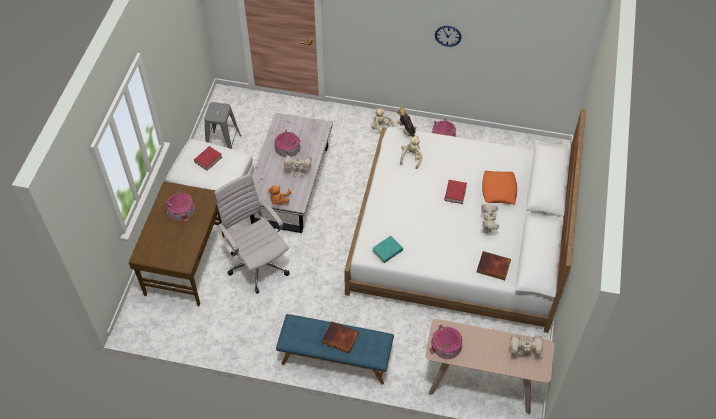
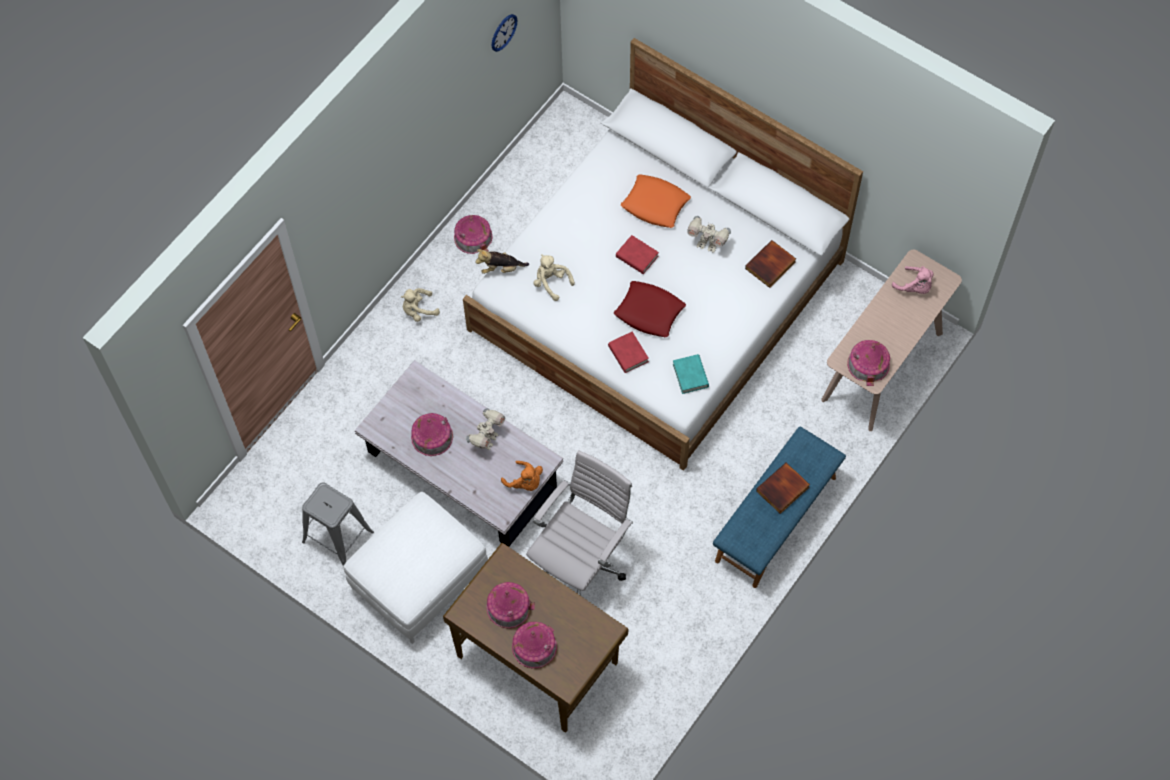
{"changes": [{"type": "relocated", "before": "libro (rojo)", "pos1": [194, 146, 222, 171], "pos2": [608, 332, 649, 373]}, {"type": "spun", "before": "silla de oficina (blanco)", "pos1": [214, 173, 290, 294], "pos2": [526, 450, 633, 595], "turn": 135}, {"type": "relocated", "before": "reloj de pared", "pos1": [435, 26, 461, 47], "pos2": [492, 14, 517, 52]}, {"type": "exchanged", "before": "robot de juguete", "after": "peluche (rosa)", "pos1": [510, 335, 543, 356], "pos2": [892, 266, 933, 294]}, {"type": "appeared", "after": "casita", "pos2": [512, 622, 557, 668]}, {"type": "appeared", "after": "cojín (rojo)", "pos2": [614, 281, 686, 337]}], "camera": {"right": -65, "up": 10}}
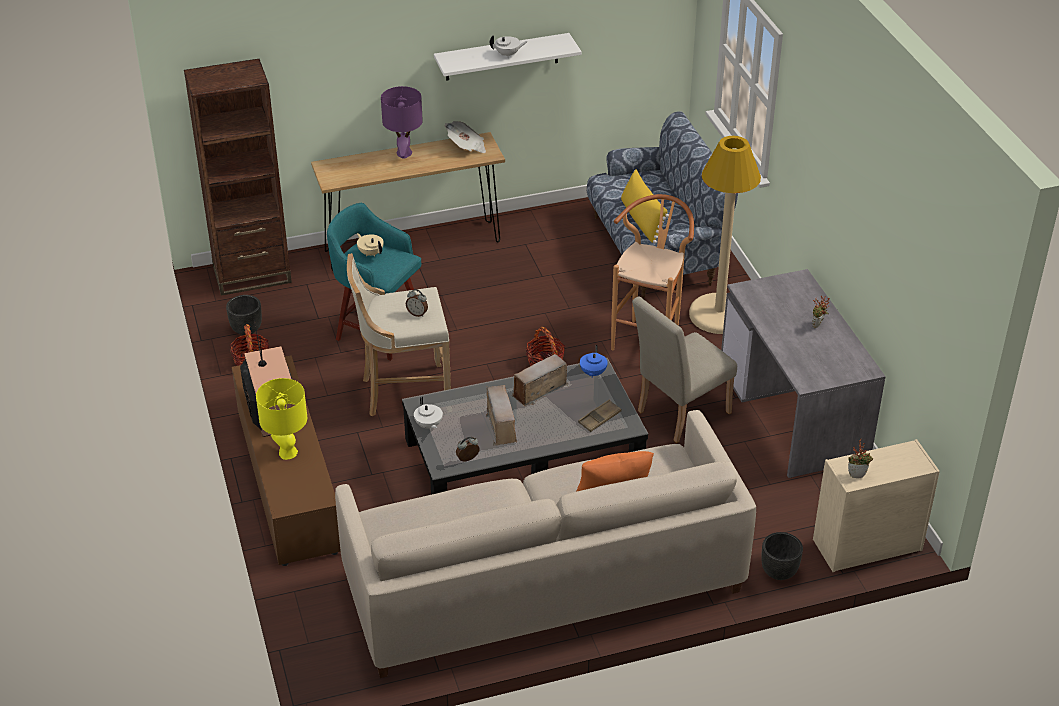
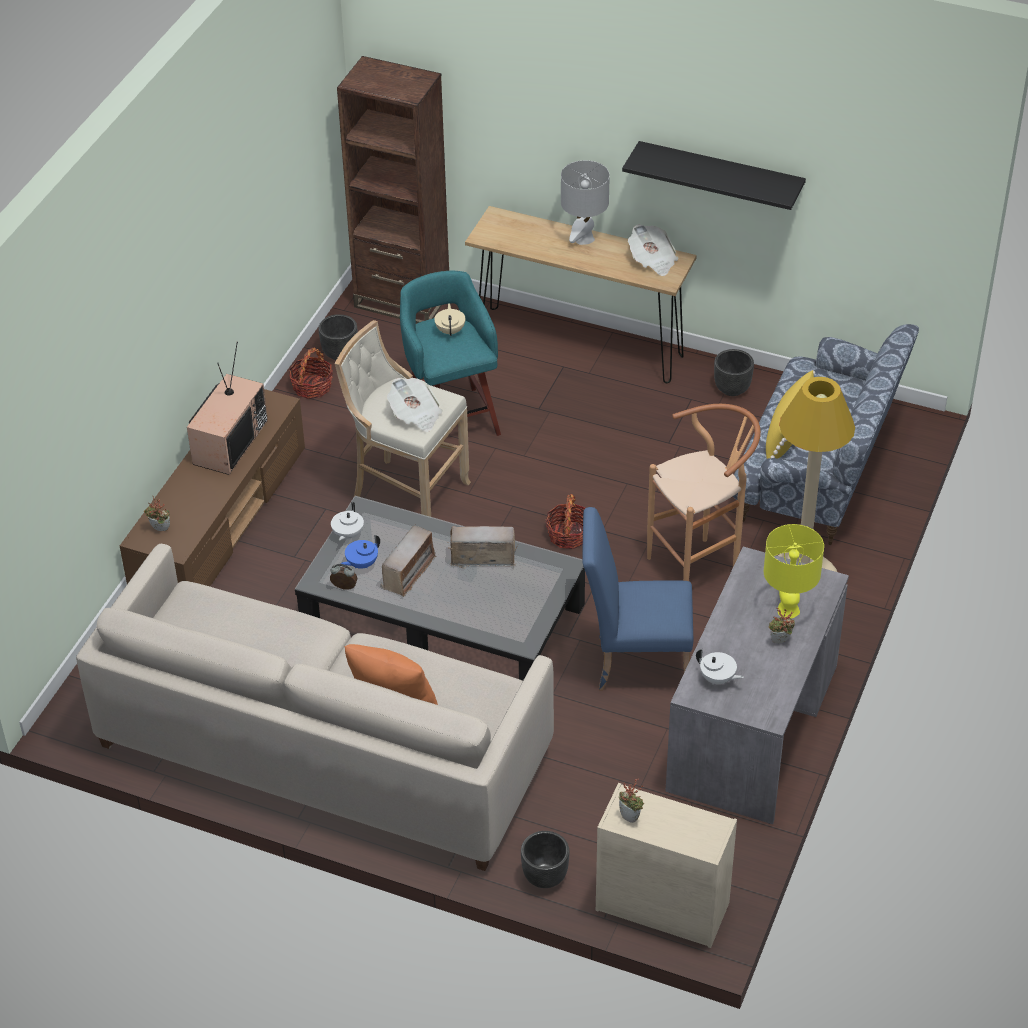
{"changes": [{"type": "relocated", "before": "lámpara de mesa (amarillo)", "pos1": [256, 378, 307, 460], "pos2": [764, 524, 824, 619]}, {"type": "colour", "before": "lámpara de mesa (morado)", "after": "lámpara de mesa (gris)", "pos1": [381, 86, 423, 158], "pos2": [561, 160, 610, 245]}, {"type": "exchanged", "before": "despertador", "after": "periódico", "pos1": [406, 289, 428, 317], "pos2": [387, 378, 443, 432]}, {"type": "colour", "before": "estante (blanco)", "after": "estante (negro)", "pos1": [434, 33, 582, 80], "pos2": [622, 141, 806, 210]}, {"type": "relocated", "before": "tetera (blanco)", "pos1": [490, 35, 528, 56], "pos2": [696, 649, 744, 685]}, {"type": "missing", "before": "bandeja (marrón)", "pos1": [578, 400, 622, 432]}, {"type": "relocated", "before": "tetera (azul)", "pos1": [580, 345, 608, 378], "pos2": [340, 535, 380, 569]}, {"type": "colour", "before": "silla (beis)", "after": "silla (azul)", "pos1": [632, 296, 737, 443], "pos2": [582, 507, 693, 690]}, {"type": "appeared", "after": "planta en maceta", "pos2": [144, 496, 170, 531]}, {"type": "appeared", "after": "maceta (negro)", "pos2": [714, 349, 754, 396]}], "camera": {"right": 40, "up": 5}}
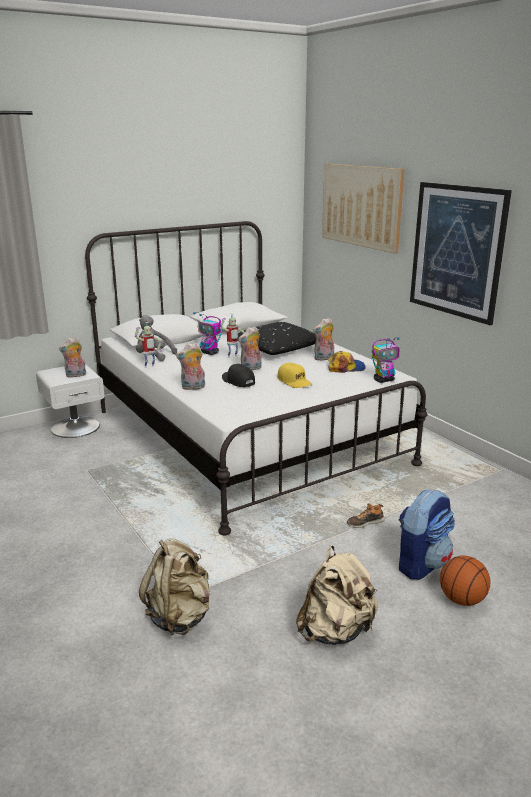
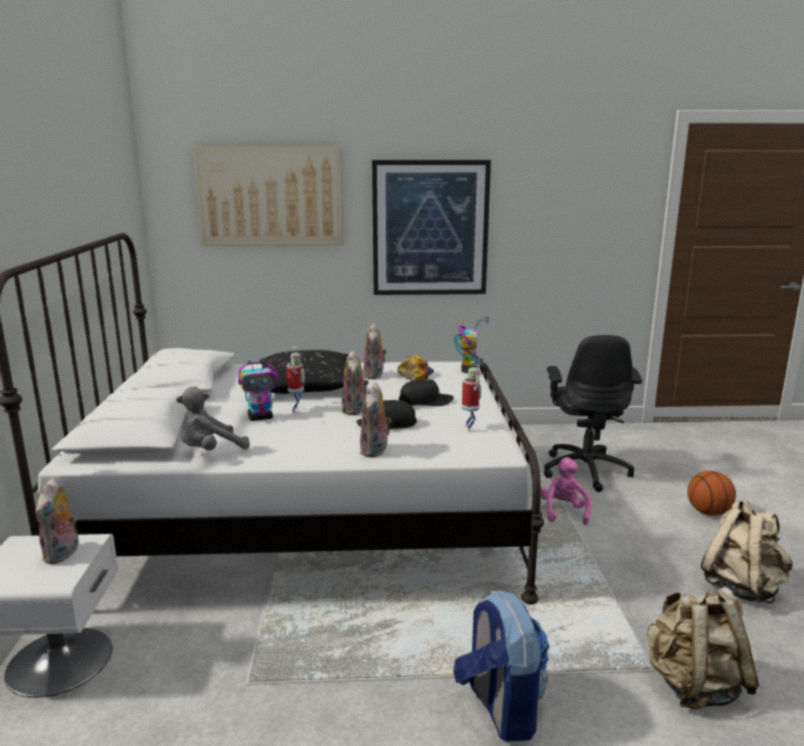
{"changes": [{"type": "relocated", "before": "robot de juguete", "pos1": [135, 322, 162, 368], "pos2": [462, 362, 482, 432]}, {"type": "colour", "before": "gorra (amarillo)", "after": "gorra (negro)", "pos1": [277, 363, 312, 388], "pos2": [399, 379, 454, 406]}, {"type": "exchanged", "before": "zapato", "after": "peluche (rosa)", "pos1": [347, 503, 385, 528], "pos2": [541, 457, 592, 525]}, {"type": "relocated", "before": "mochila", "pos1": [399, 489, 455, 580], "pos2": [453, 591, 550, 742]}, {"type": "appeared", "after": "silla de oficina (negro)", "pos2": [544, 335, 642, 492]}], "camera": {"right": -60, "up": -5}}
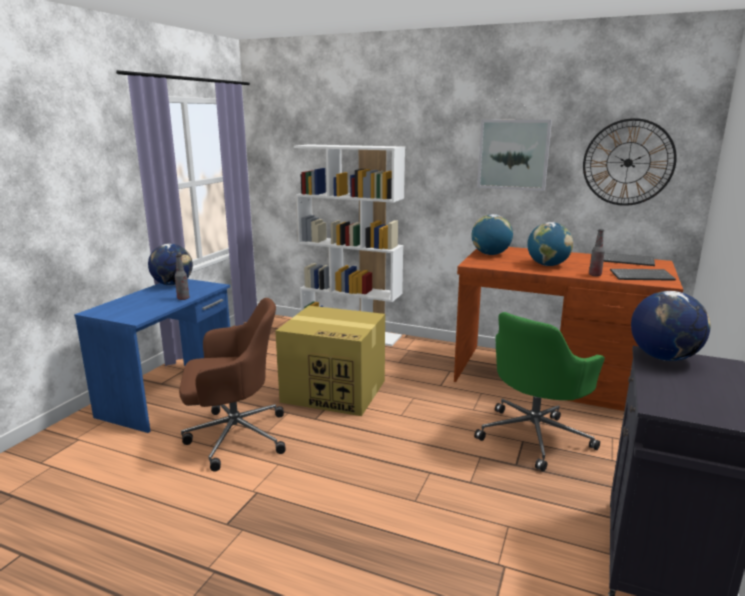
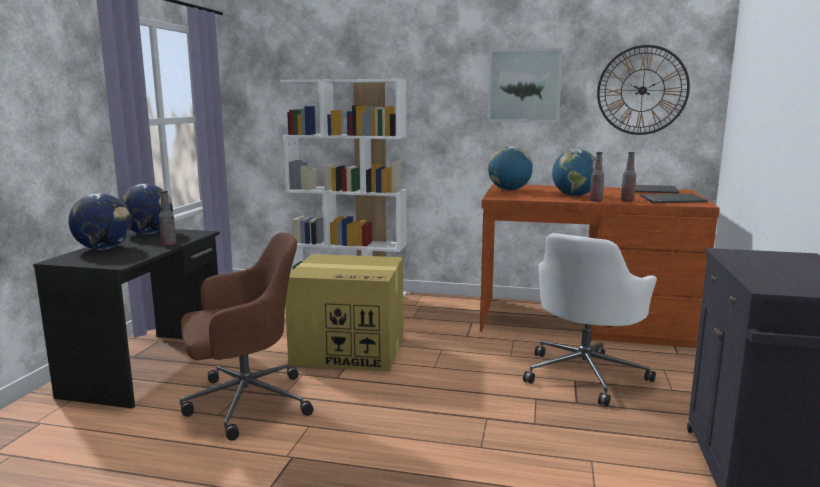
{"changes": [{"type": "colour", "before": "escritorio (azul)", "after": "escritorio (negro)", "pos1": [74, 279, 230, 433], "pos2": [33, 229, 220, 409]}, {"type": "colour", "before": "silla de oficina (verde)", "after": "silla de oficina (blanco)", "pos1": [474, 312, 605, 472], "pos2": [523, 233, 657, 406]}, {"type": "relocated", "before": "globo terráqueo", "pos1": [631, 291, 711, 361], "pos2": [68, 193, 132, 250]}, {"type": "appeared", "after": "botella", "pos2": [590, 152, 604, 202]}], "camera": {"right": -10, "up": -5}}
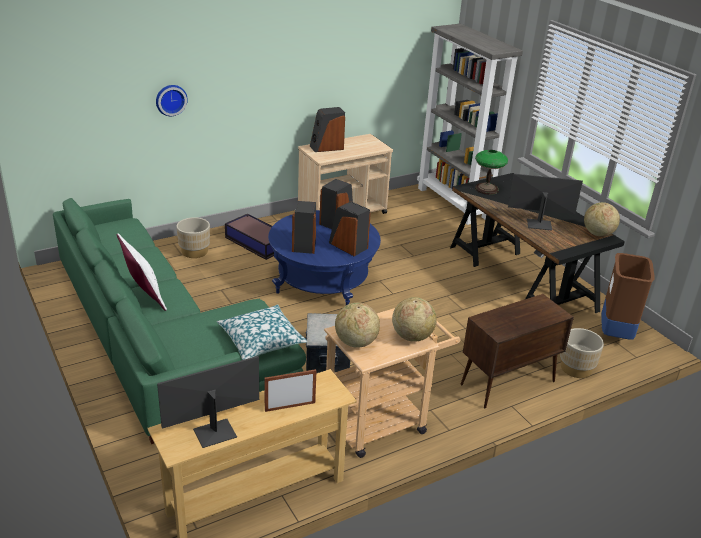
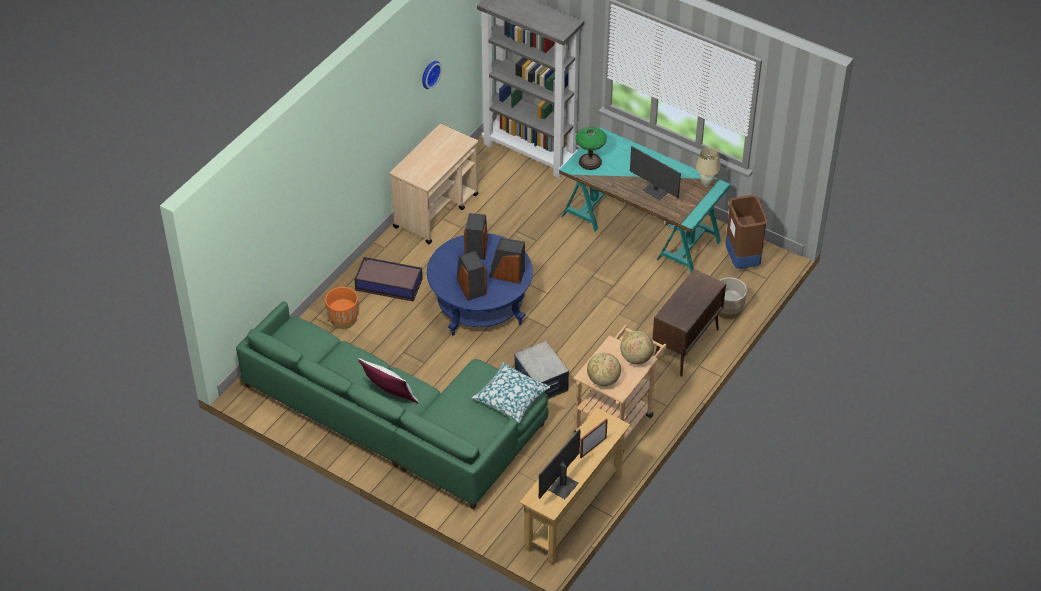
{"changes": [{"type": "relocated", "before": "reloj de pared", "pos1": [156, 85, 188, 116], "pos2": [422, 61, 442, 89]}, {"type": "colour", "before": "maceta (beis)", "after": "maceta (naranja)", "pos1": [177, 217, 210, 258], "pos2": [325, 287, 359, 329]}, {"type": "missing", "before": "altavoz", "pos1": [310, 107, 345, 152]}, {"type": "colour", "before": "escritorio (negro)", "after": "escritorio (turquesa)", "pos1": [450, 173, 625, 313], "pos2": [559, 127, 730, 273]}, {"type": "spun", "before": "monitor", "pos1": [508, 174, 583, 231], "pos2": [630, 146, 681, 200], "turn": -120}, {"type": "exchanged", "before": "globo terráqueo", "after": "lámpara de mesa (beis)", "pos1": [584, 202, 620, 237], "pos2": [696, 148, 720, 187]}], "camera": {"right": -25, "up": 15}}
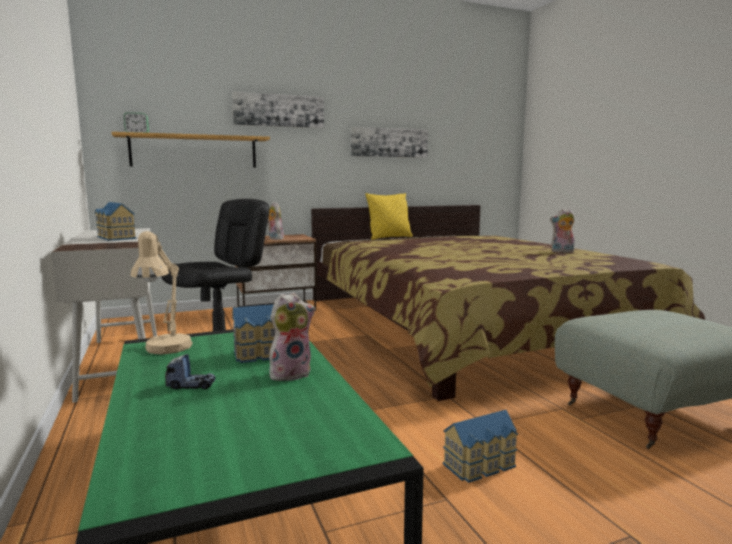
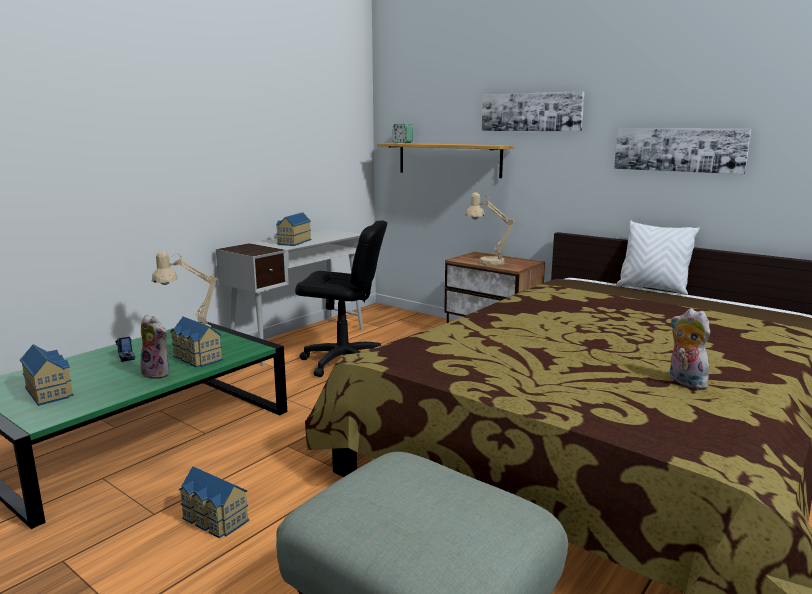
{"changes": [{"type": "exchanged", "before": "peluche", "after": "lámpara de mesa (beis)", "pos1": [267, 202, 284, 240], "pos2": [466, 192, 515, 266]}, {"type": "colour", "before": "cojín (amarillo)", "after": "cojín (blanco)", "pos1": [365, 193, 413, 240], "pos2": [616, 220, 700, 295]}, {"type": "appeared", "after": "casita", "pos2": [20, 344, 74, 406]}], "camera": {"right": 60, "up": 5}}
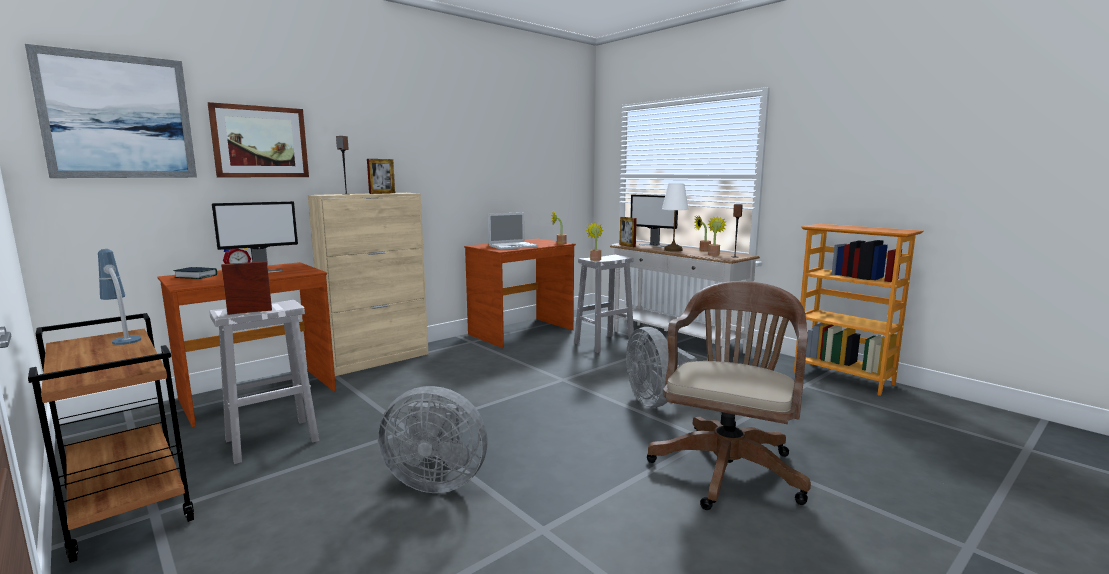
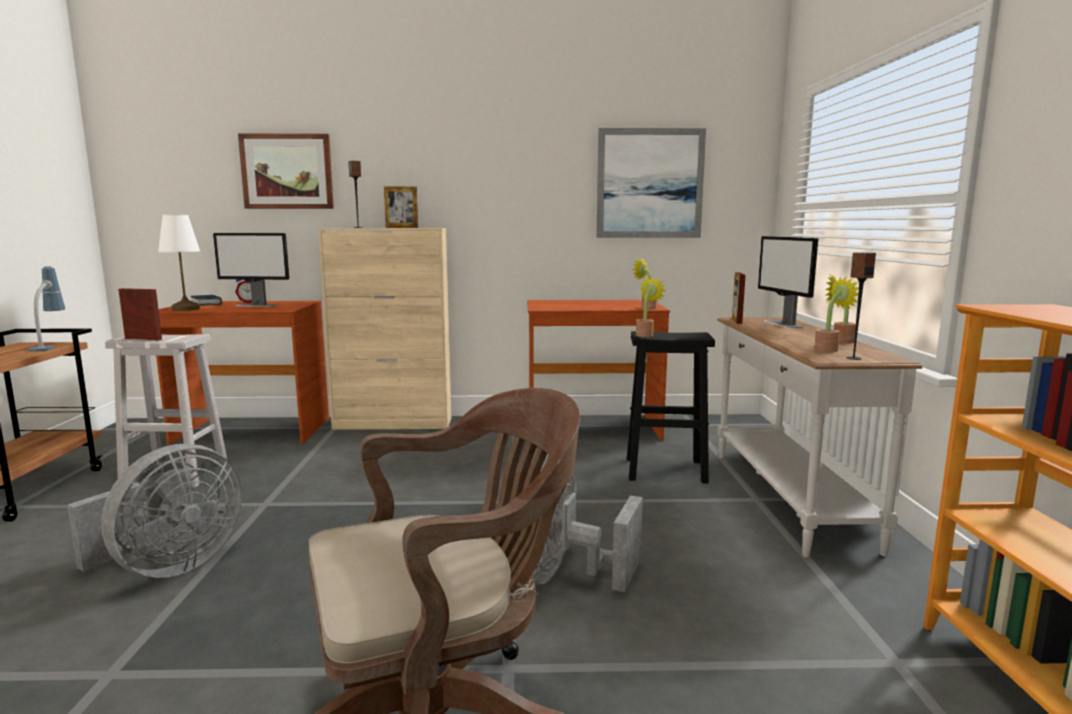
{"changes": [{"type": "relocated", "before": "cuadro", "pos1": [25, 44, 197, 178], "pos2": [596, 128, 706, 238]}, {"type": "spun", "before": "ventilador (gris)", "pos1": [378, 386, 488, 493], "pos2": [67, 444, 242, 578], "turn": -105}, {"type": "missing", "before": "portátil", "pos1": [488, 212, 538, 250]}, {"type": "colour", "before": "taburete (blanco)", "after": "taburete (negro)", "pos1": [574, 255, 634, 353], "pos2": [627, 331, 715, 483]}, {"type": "relocated", "before": "lámpara de mesa (blanco)", "pos1": [662, 184, 689, 252], "pos2": [158, 215, 200, 311]}], "camera": {"right": 40, "up": 0}}
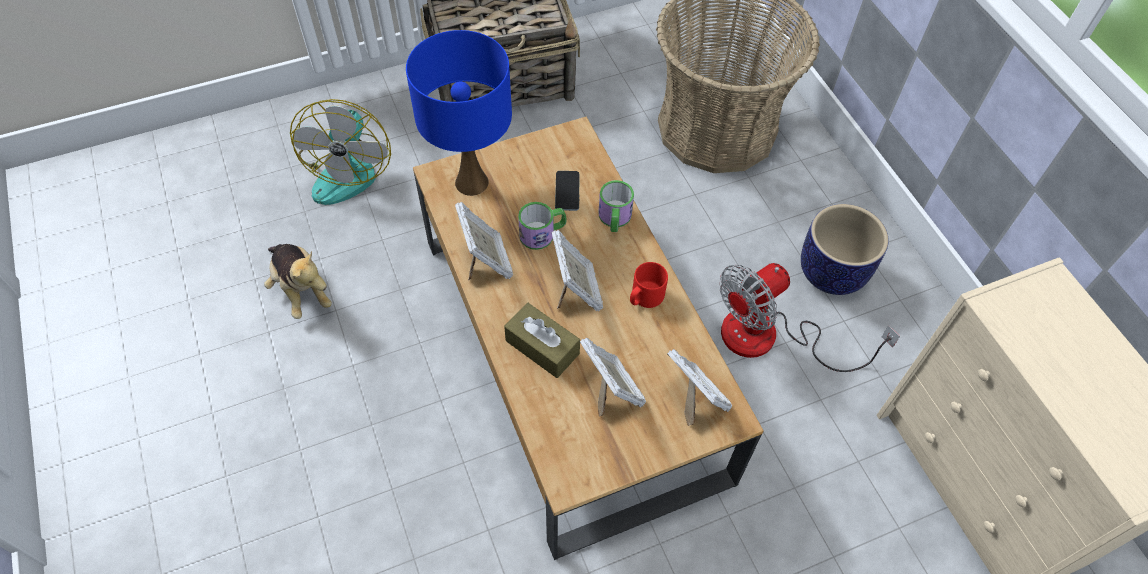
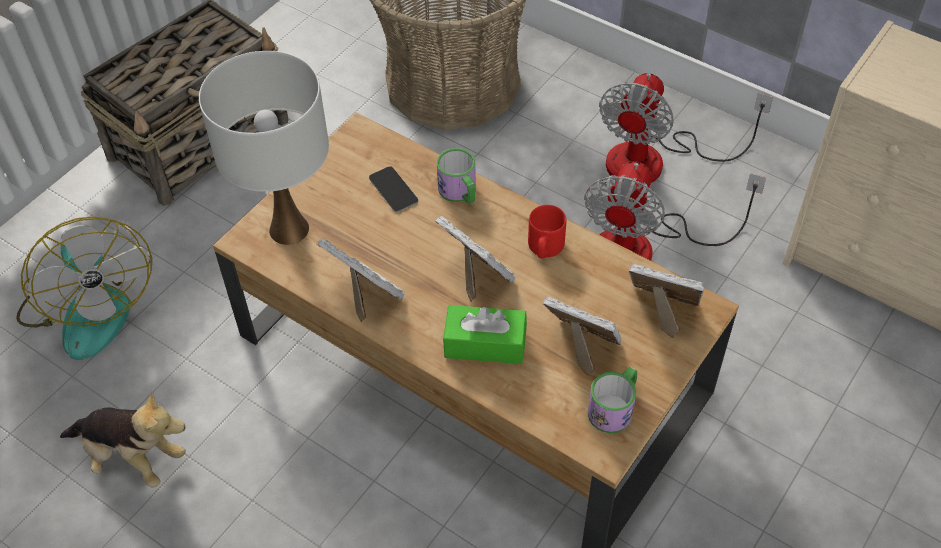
{"changes": [{"type": "colour", "before": "lámpara de mesa (azul)", "after": "lámpara de mesa (blanco)", "pos1": [406, 30, 512, 196], "pos2": [199, 51, 329, 245]}, {"type": "colour", "before": "caja de pañuelos (marrón)", "after": "caja de pañuelos (verde)", "pos1": [504, 303, 580, 378], "pos2": [443, 305, 527, 364]}, {"type": "relocated", "before": "taza grande", "pos1": [518, 202, 567, 250], "pos2": [588, 367, 637, 433]}, {"type": "exchanged", "before": "maceta", "after": "ventilador", "pos1": [801, 204, 889, 295], "pos2": [599, 73, 773, 183]}], "camera": {"right": -30, "up": -5}}
